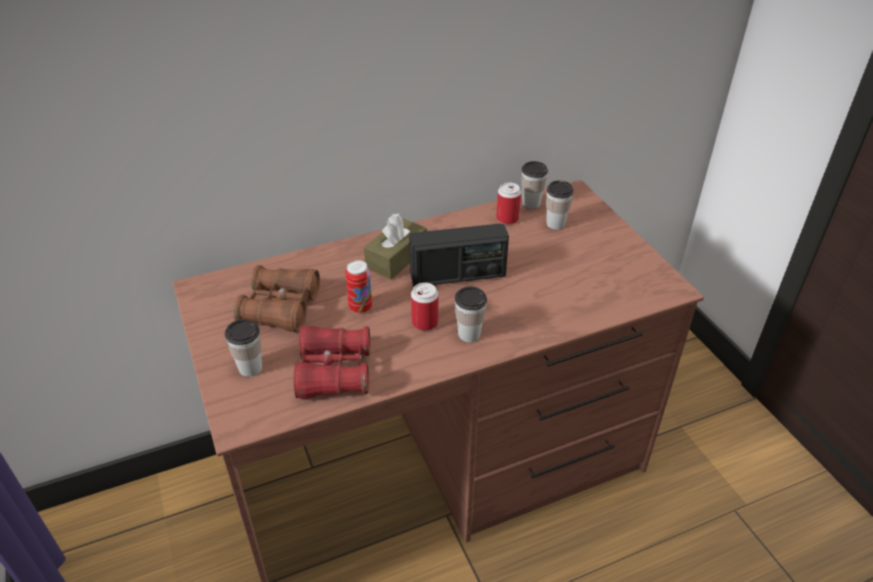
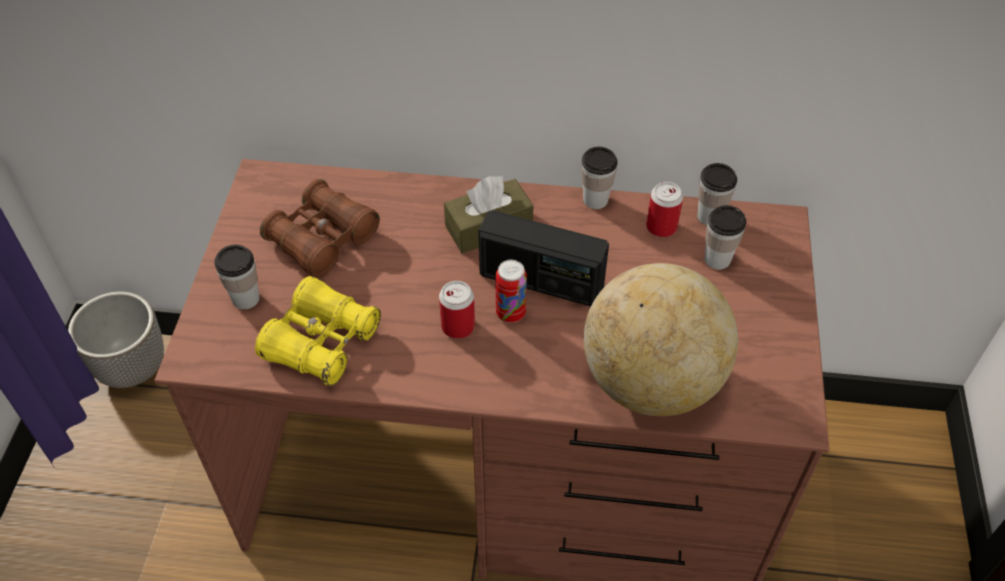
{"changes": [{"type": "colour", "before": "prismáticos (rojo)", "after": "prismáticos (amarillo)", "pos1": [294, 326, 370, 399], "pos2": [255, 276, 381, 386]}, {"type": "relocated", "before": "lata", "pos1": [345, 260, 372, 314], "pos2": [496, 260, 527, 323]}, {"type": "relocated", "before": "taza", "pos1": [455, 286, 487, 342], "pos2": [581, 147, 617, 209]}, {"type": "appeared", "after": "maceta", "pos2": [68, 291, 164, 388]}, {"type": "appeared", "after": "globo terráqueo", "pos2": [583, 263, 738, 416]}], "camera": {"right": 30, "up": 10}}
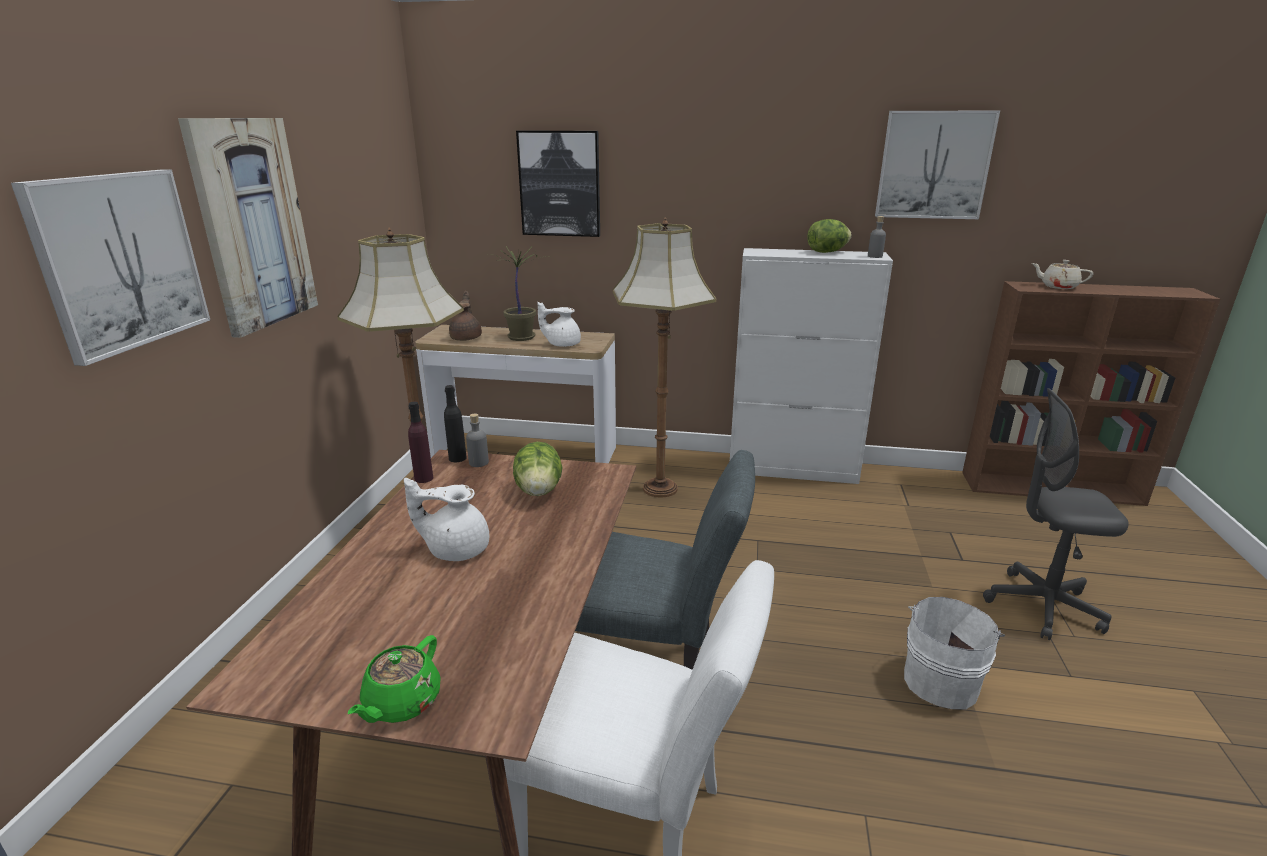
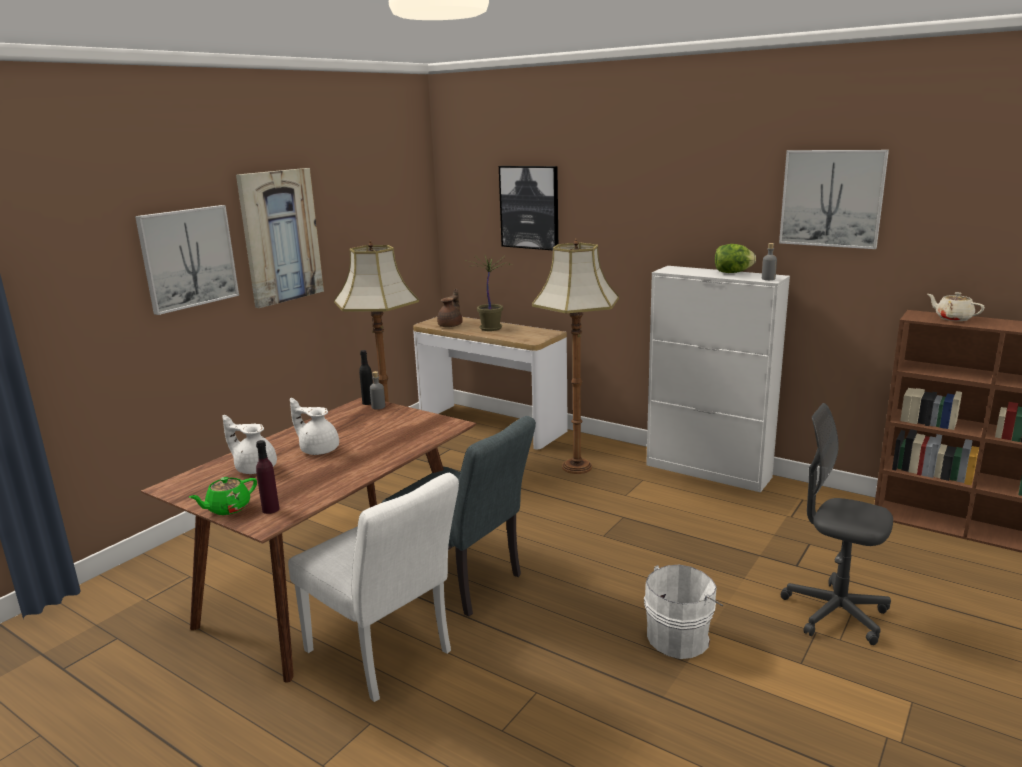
{"changes": [{"type": "relocated", "before": "botella (morado)", "pos1": [408, 402, 433, 483], "pos2": [256, 440, 280, 514]}, {"type": "missing", "before": "lechuga", "pos1": [513, 442, 563, 496]}, {"type": "relocated", "before": "tetera (blanco)", "pos1": [537, 302, 581, 347], "pos2": [222, 415, 277, 474]}], "camera": {"right": 25, "up": -5}}
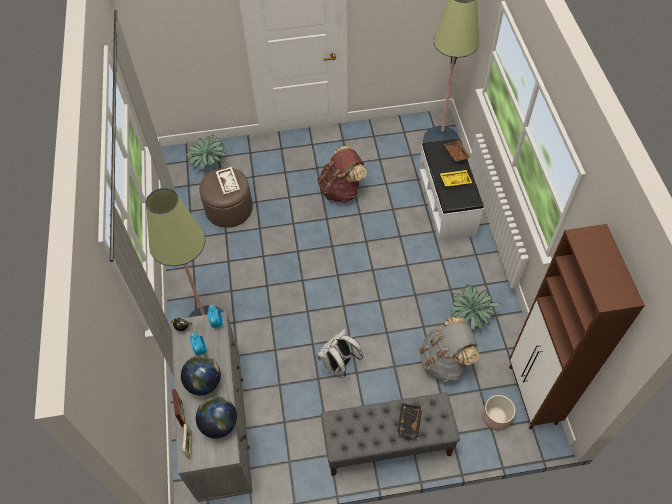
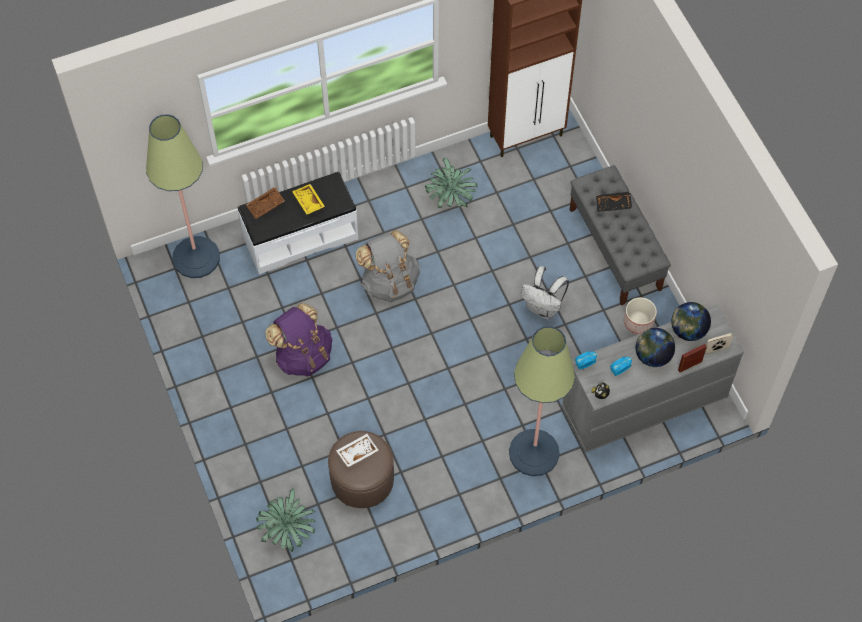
{"changes": [{"type": "colour", "before": "mochila (marrón)", "after": "mochila (morado)", "pos1": [317, 146, 367, 203], "pos2": [265, 303, 332, 377]}, {"type": "relocated", "before": "mochila (gris)", "pos1": [419, 317, 479, 382], "pos2": [356, 230, 420, 302]}, {"type": "relocated", "before": "maceta", "pos1": [482, 395, 515, 430], "pos2": [624, 297, 657, 334]}], "camera": {"right": -105, "up": 5}}
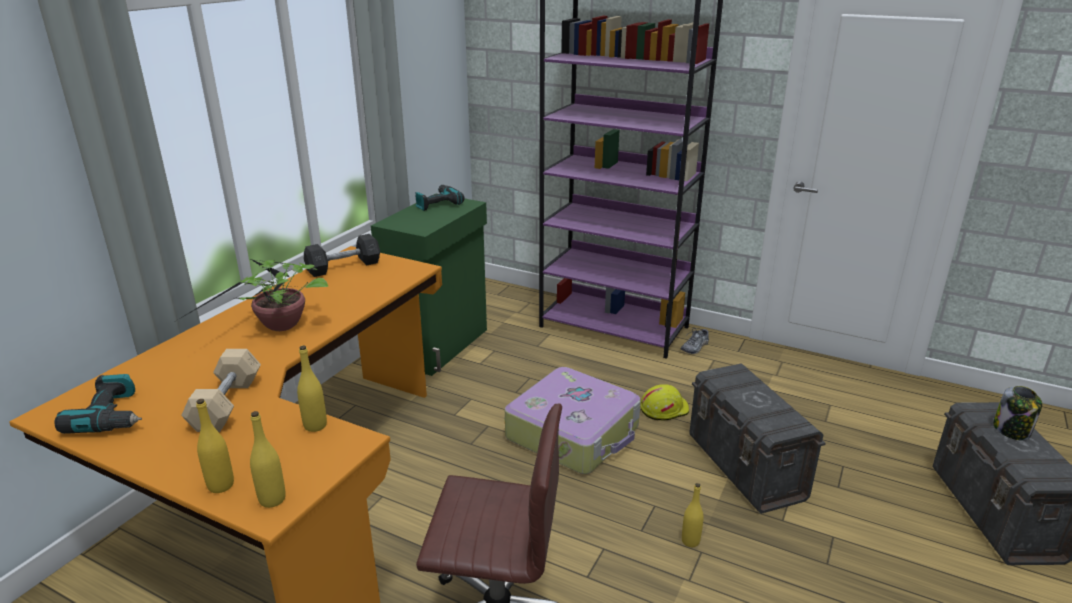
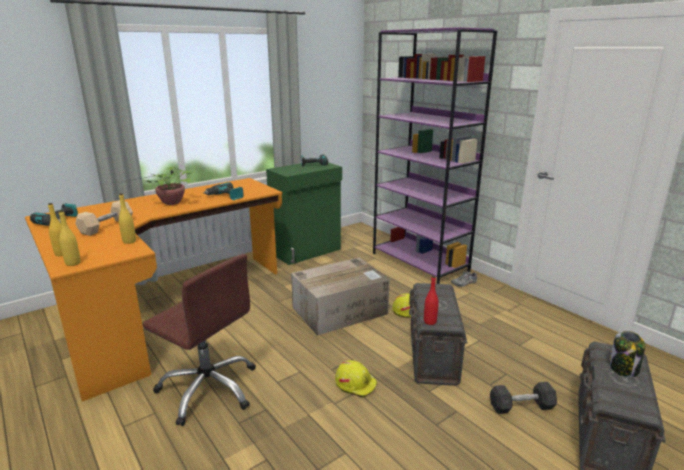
{"changes": [{"type": "relocated", "before": "mancuerna (gris)", "pos1": [304, 234, 380, 277], "pos2": [490, 382, 557, 414]}, {"type": "exchanged", "before": "maleta", "after": "caja de cartón", "pos1": [505, 367, 641, 474], "pos2": [291, 257, 390, 336]}, {"type": "exchanged", "before": "botella (amarillo)", "after": "casco (amarillo)", "pos1": [682, 483, 704, 547], "pos2": [335, 360, 377, 398]}, {"type": "appeared", "after": "taladro", "pos2": [204, 182, 244, 200]}, {"type": "appeared", "after": "botella (rojo)", "pos2": [424, 276, 439, 325]}], "camera": {"right": 25, "up": -5}}
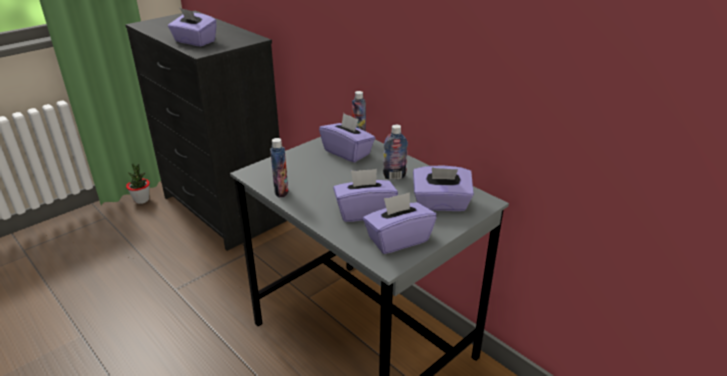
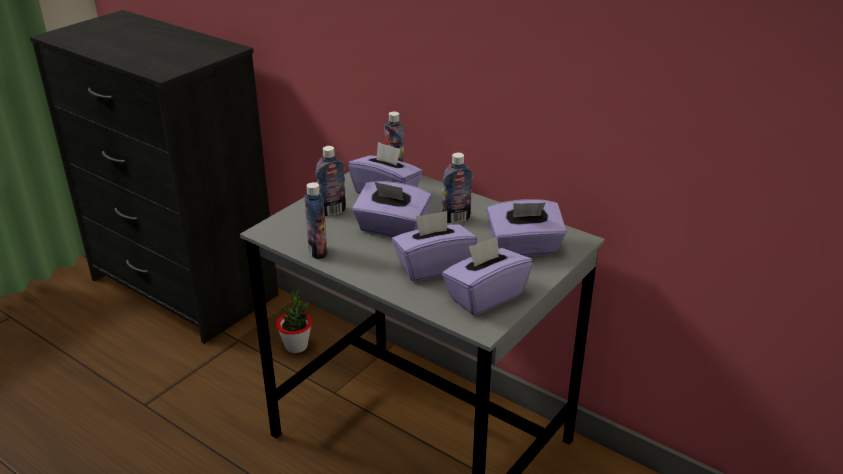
{"changes": [{"type": "relocated", "before": "planta en maceta", "pos1": [126, 163, 150, 204], "pos2": [276, 290, 312, 353]}, {"type": "relocated", "before": "caja de pañuelos (morado)", "pos1": [168, 8, 217, 46], "pos2": [352, 181, 432, 237]}, {"type": "appeared", "after": "botella", "pos2": [316, 146, 346, 216]}], "camera": {"right": -10, "up": 0}}
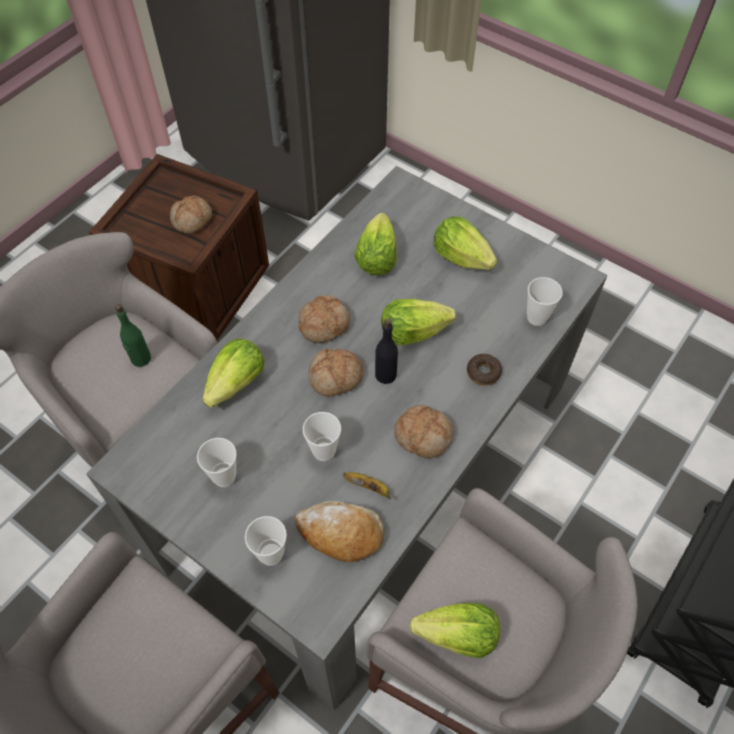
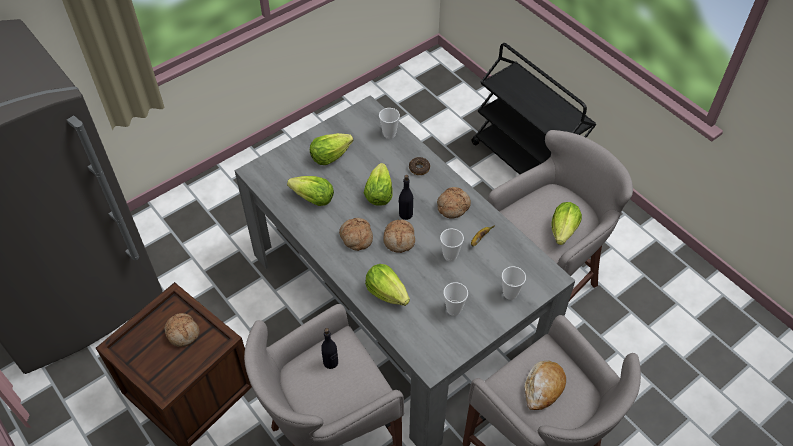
{"changes": [{"type": "colour", "before": "botella (verde)", "after": "botella (negro)", "pos1": [115, 304, 151, 367], "pos2": [321, 328, 338, 369]}, {"type": "relocated", "before": "pan", "pos1": [295, 501, 384, 562], "pos2": [524, 361, 566, 410]}], "camera": {"right": -75, "up": -5}}
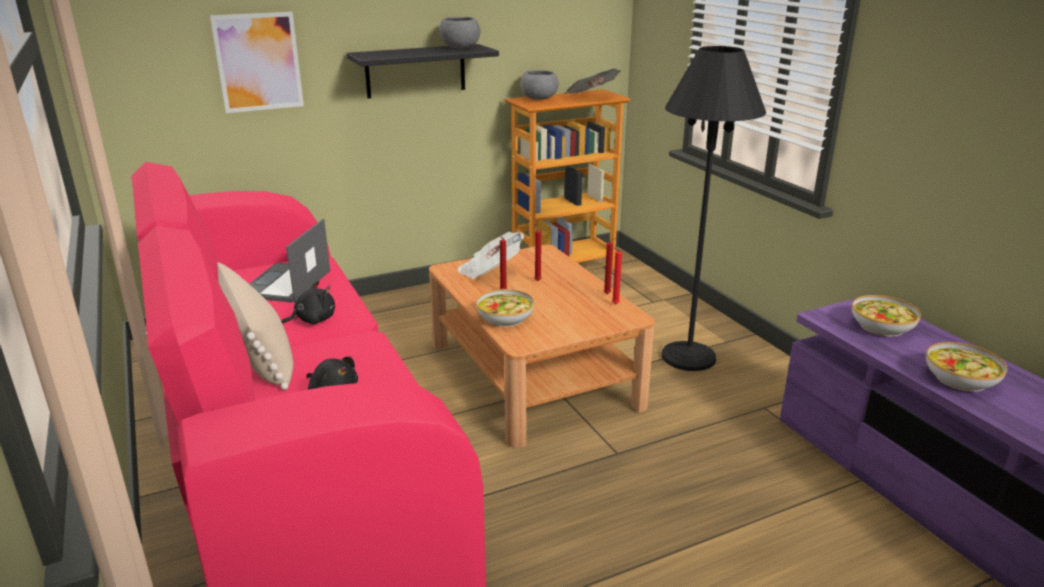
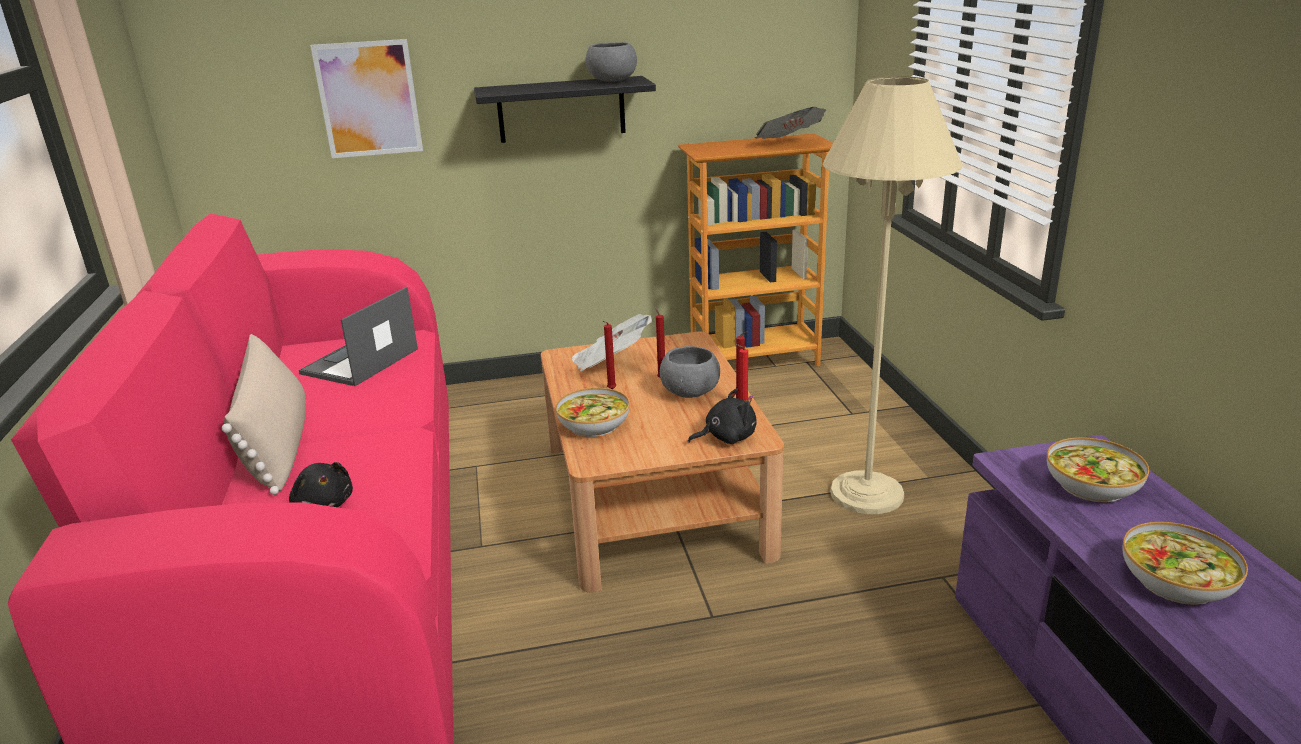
{"changes": [{"type": "relocated", "before": "peluche (negro)", "pos1": [281, 281, 335, 324], "pos2": [688, 388, 757, 444]}, {"type": "relocated", "before": "cuenco (gris)", "pos1": [520, 70, 559, 100], "pos2": [660, 346, 720, 398]}, {"type": "colour", "before": "lámpara de pie (negro)", "after": "lámpara de pie (beis)", "pos1": [661, 46, 766, 371], "pos2": [823, 76, 963, 514]}], "camera": {"right": 15, "up": 0}}
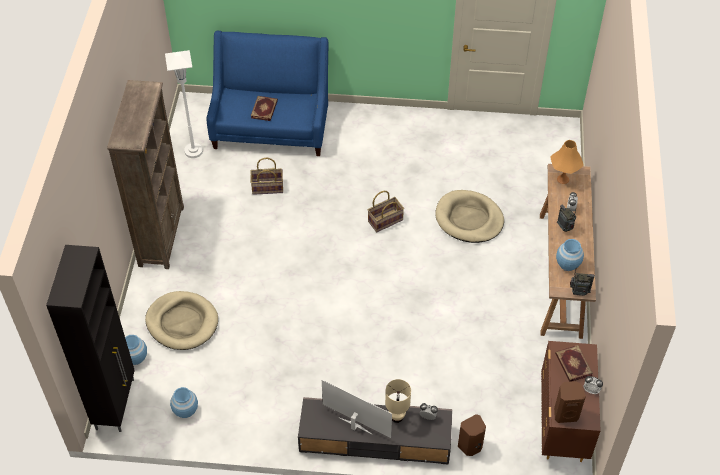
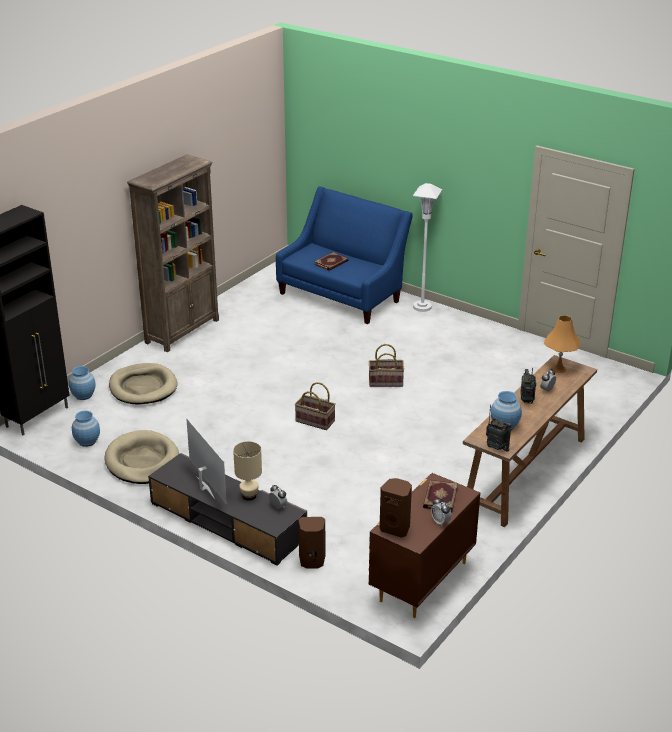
{"changes": [{"type": "relocated", "before": "lámpara de pie (blanco)", "pos1": [165, 50, 203, 158], "pos2": [413, 183, 442, 312]}, {"type": "relocated", "before": "cesta", "pos1": [250, 158, 283, 195], "pos2": [295, 382, 336, 430]}, {"type": "relocated", "before": "cama para perro (beis)", "pos1": [435, 190, 504, 243], "pos2": [104, 430, 179, 484]}], "camera": {"right": 30, "up": -20}}
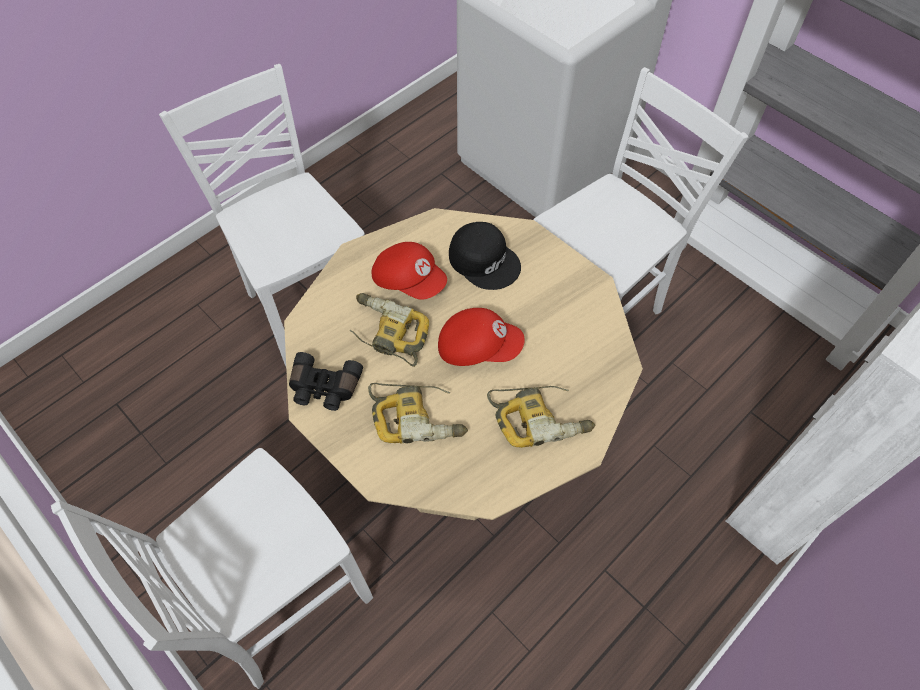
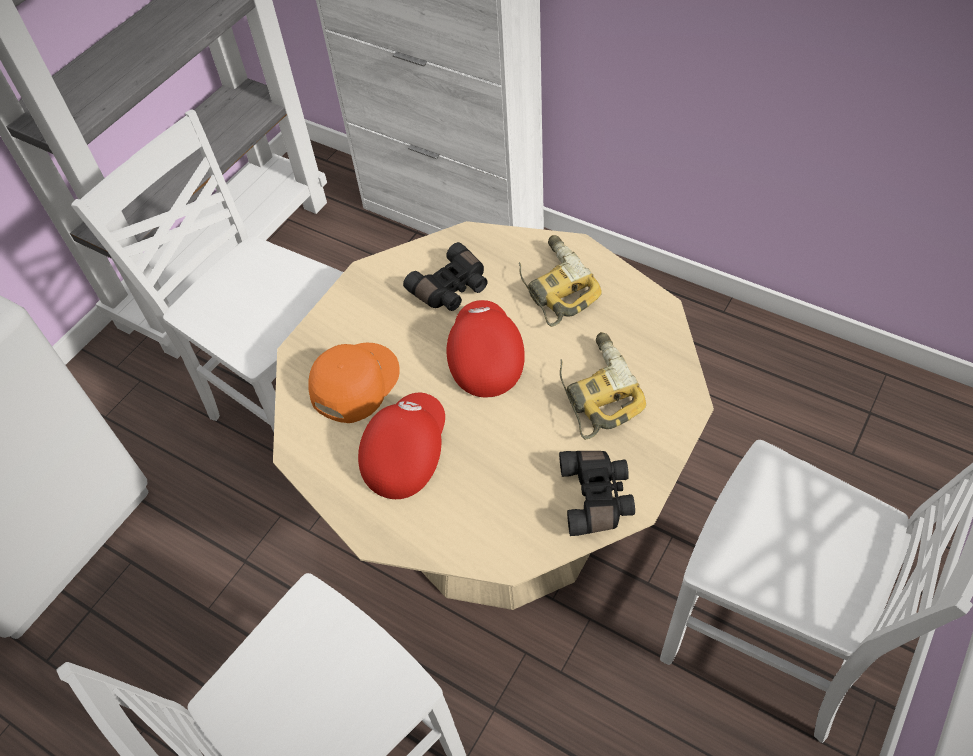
{"changes": [{"type": "missing", "before": "taladro", "pos1": [350, 293, 429, 367]}, {"type": "colour", "before": "gorra (negro)", "after": "gorra (naranja)", "pos1": [449, 222, 521, 290], "pos2": [308, 343, 400, 423]}, {"type": "appeared", "after": "prismáticos (negro)", "pos2": [403, 242, 487, 311]}], "camera": {"right": -100, "up": -5}}
